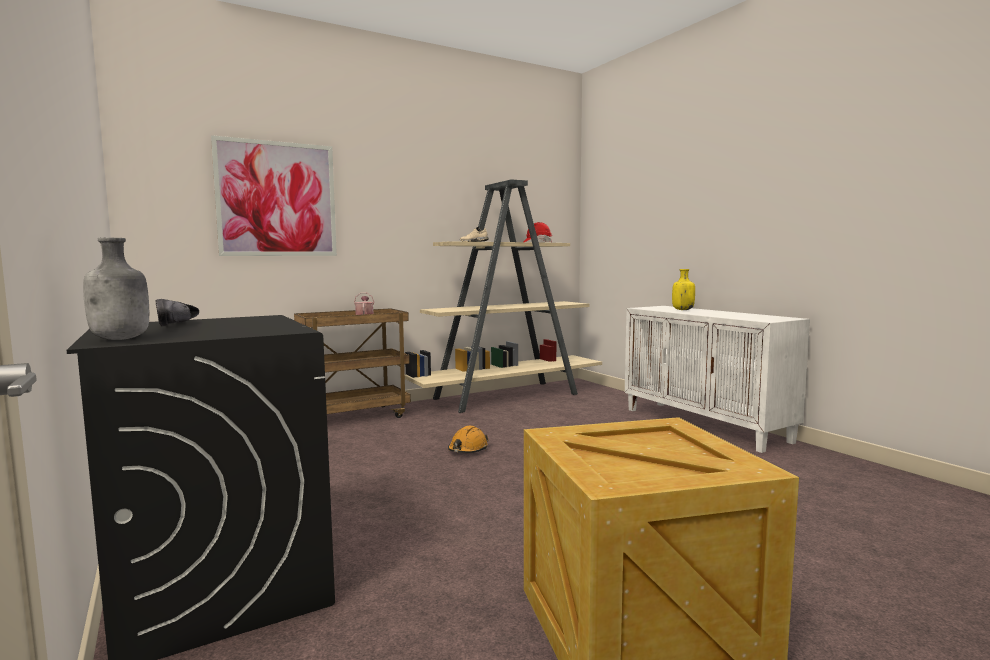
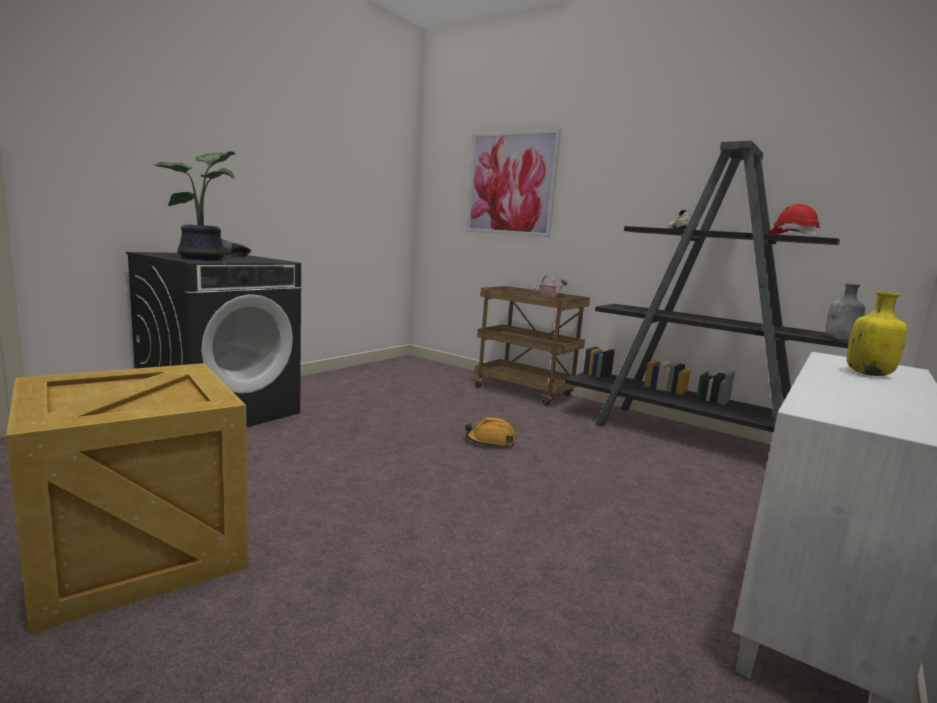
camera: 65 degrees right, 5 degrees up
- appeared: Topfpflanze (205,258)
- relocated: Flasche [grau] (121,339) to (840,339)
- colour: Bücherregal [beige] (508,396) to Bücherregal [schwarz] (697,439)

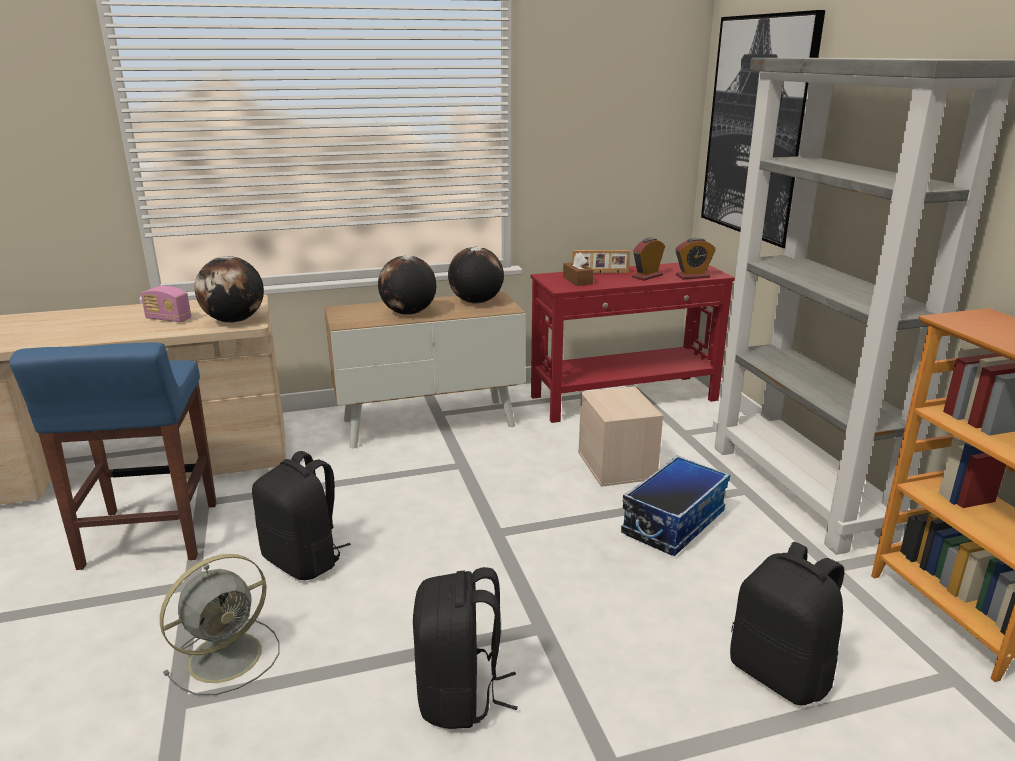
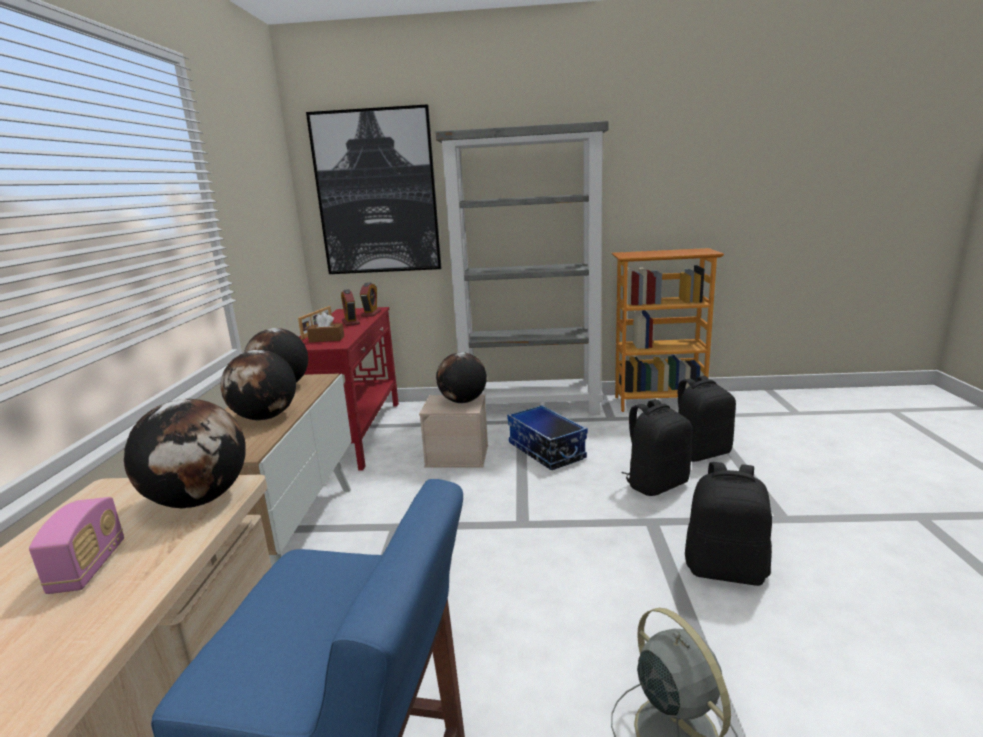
camera: 70 degrees left, 5 degrees down
- appeared: Globus (462,401)
- relocated: Rucksack [schwarz] (304,560) to (656,484)
- spun: Radio (168,319) = (89,567) 45 degrees counterclockwise

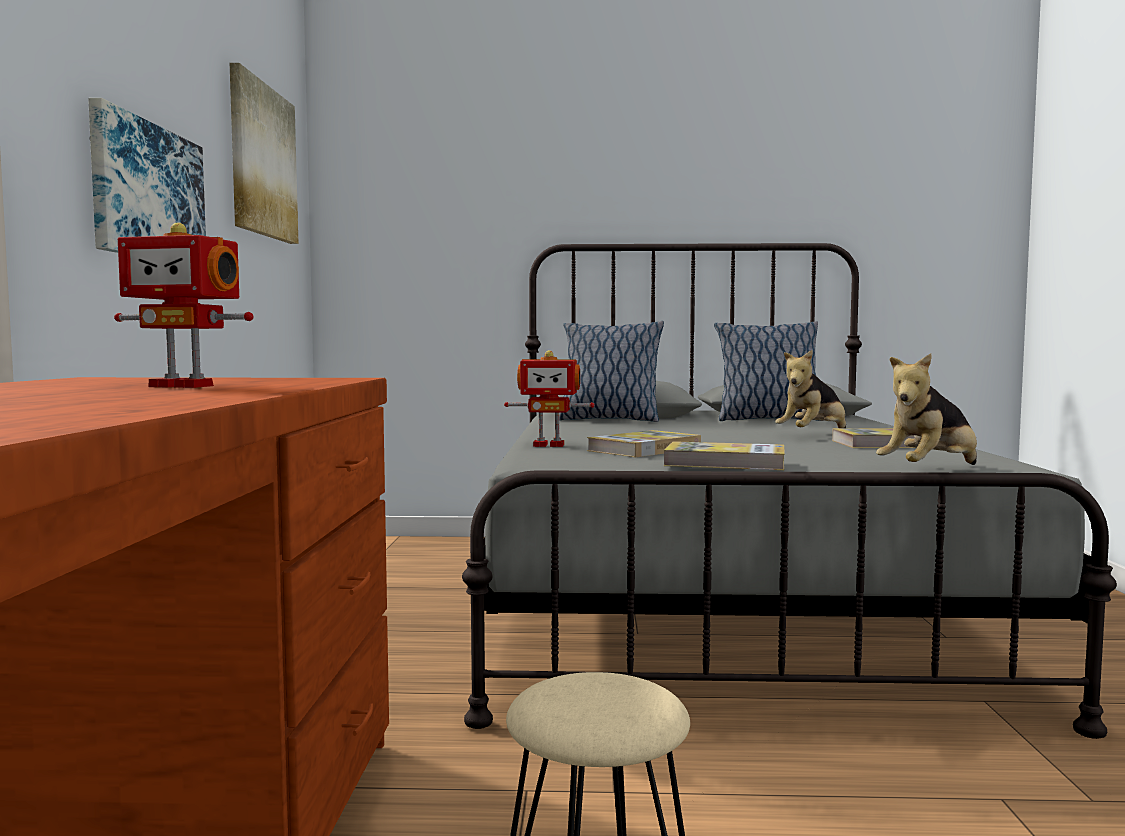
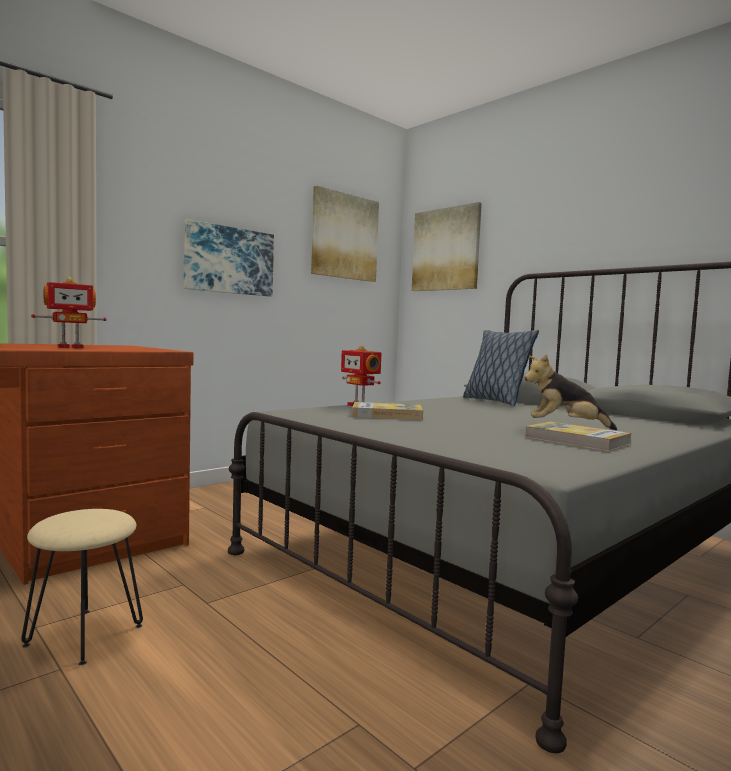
camera: 45 degrees right, 0 degrees up
- missing: Buch (725,462)
- missing: Kissen (767,420)
- missing: Plüschtier (930,471)
- appeared: Bild (446,249)
- spun: Spielzeugroboter (184,386) = (70,347) 90 degrees counterclockwise

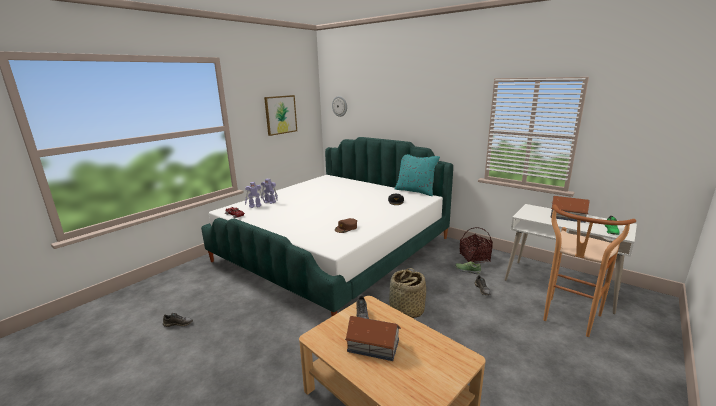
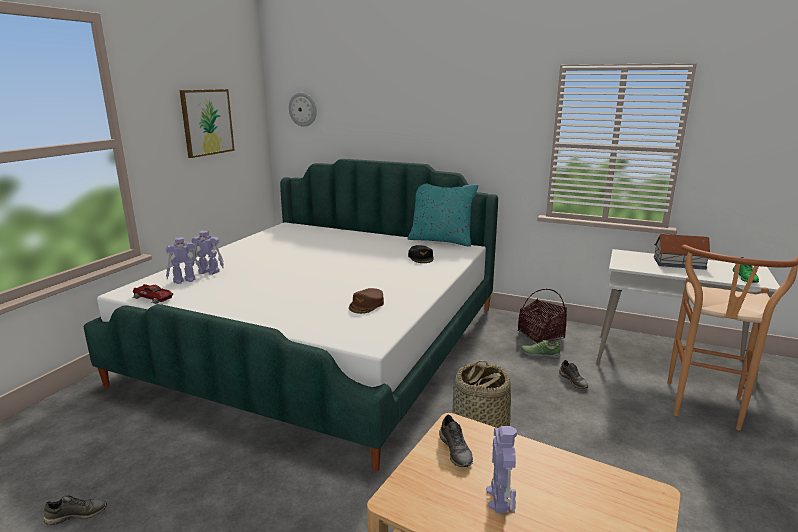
camera: 15 degrees left, 0 degrees up
- exchanged: Spielzeughaus (373,345) to Spielzeugroboter (500,497)

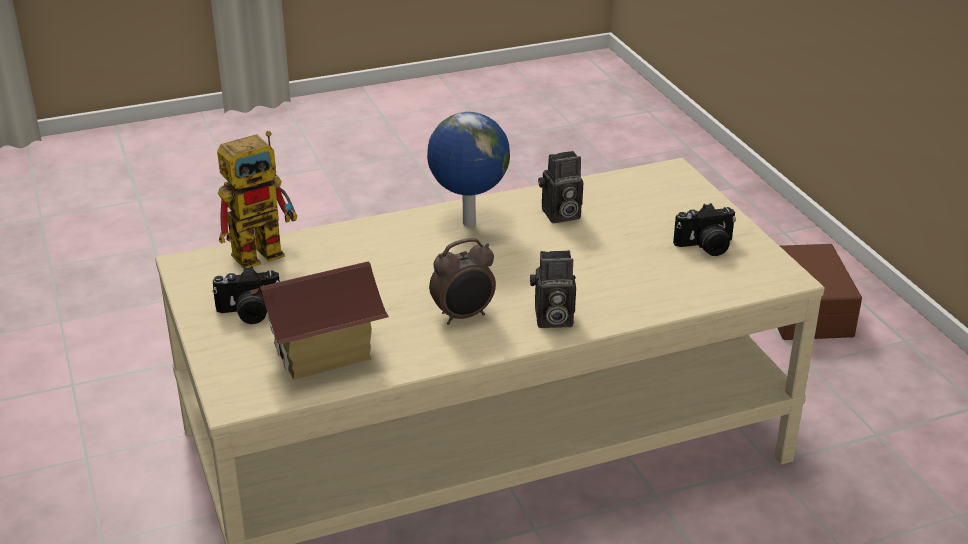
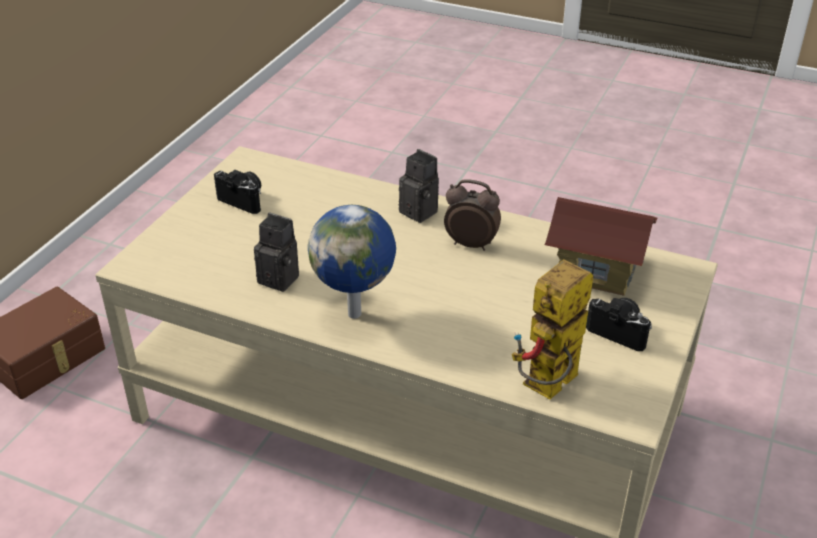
camera: 135 degrees left, 5 degrees up
- spun: Spielzeugroboter (266,250) = (548,389) 60 degrees counterclockwise

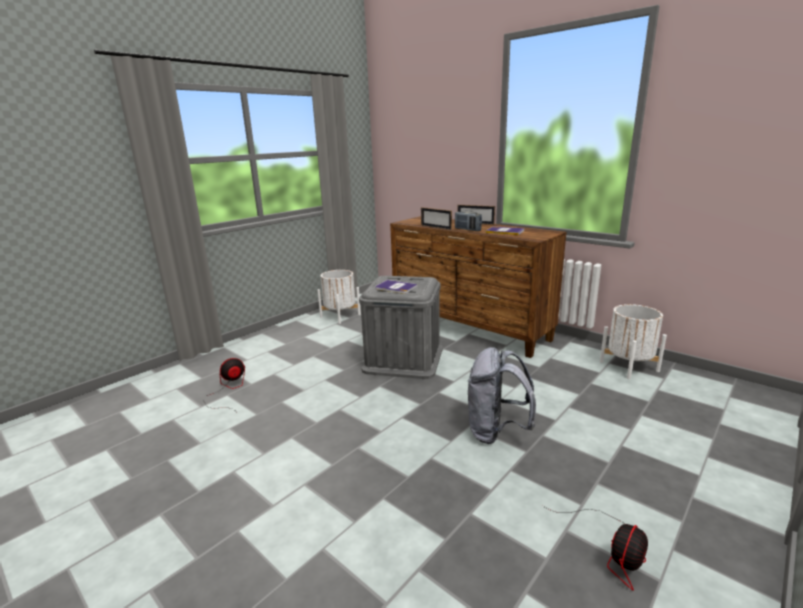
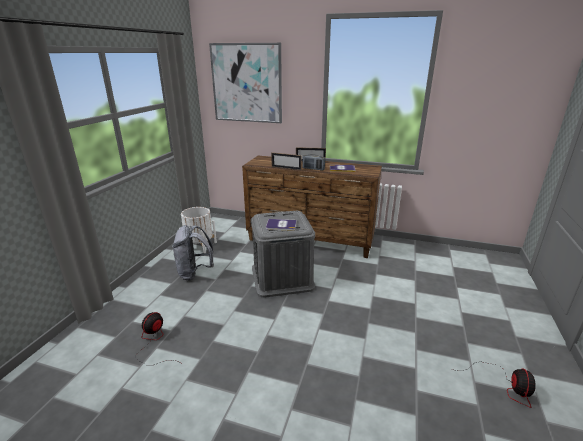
camera: 25 degrees left, 5 degrees up
- missing: Pflanzkübel [weiß] (629,366)
- appeared: Bild (247,83)
- relocated: Rucksack [grau] (496,432) to (194,273)

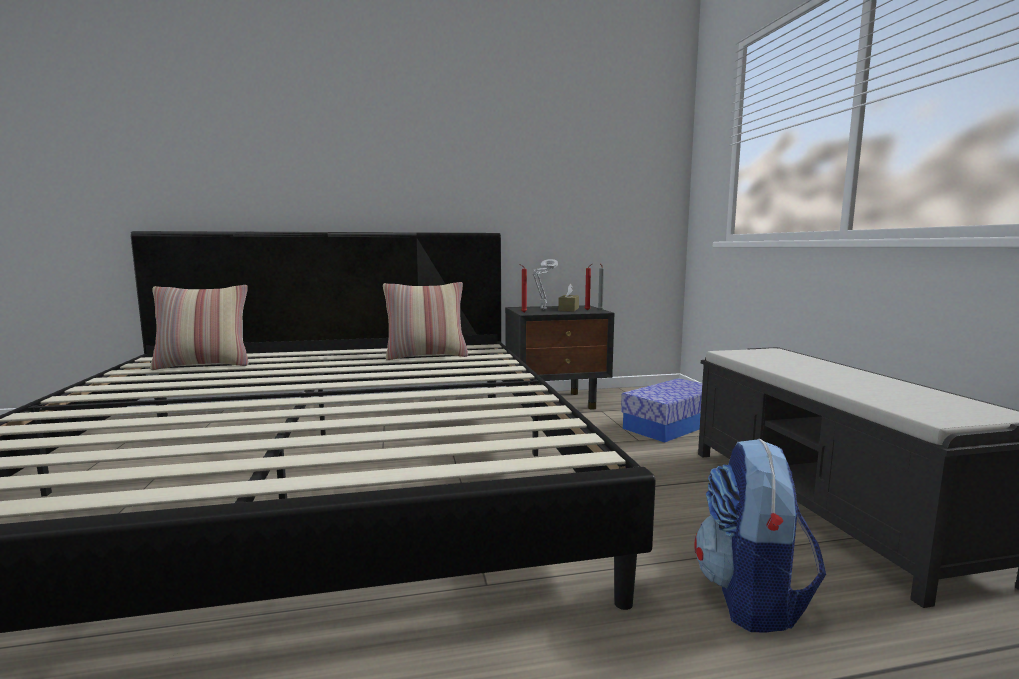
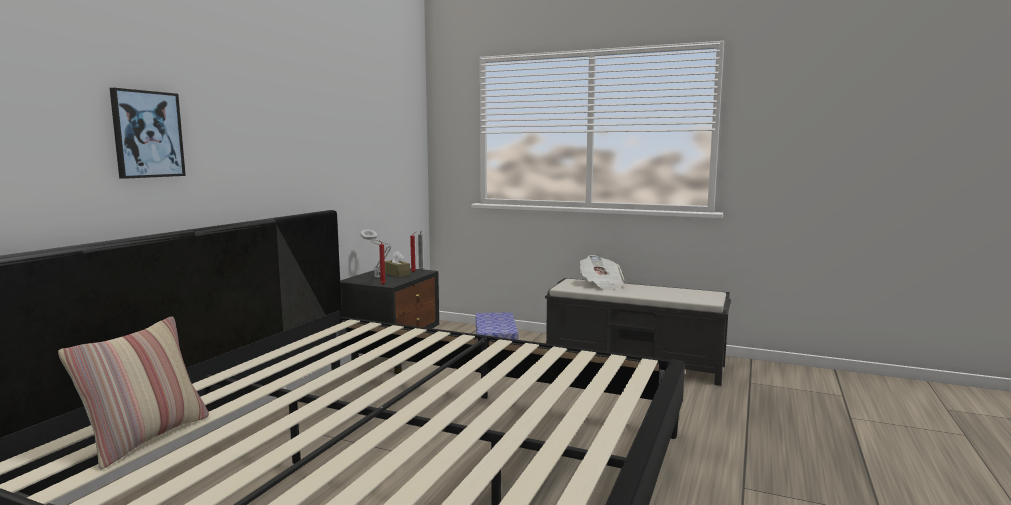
camera: 55 degrees left, 0 degrees up
- missing: Kissen (426,356)
- missing: Rucksack (751,598)
- appeared: Bild (147,134)
- appeared: Zeitung (601,285)

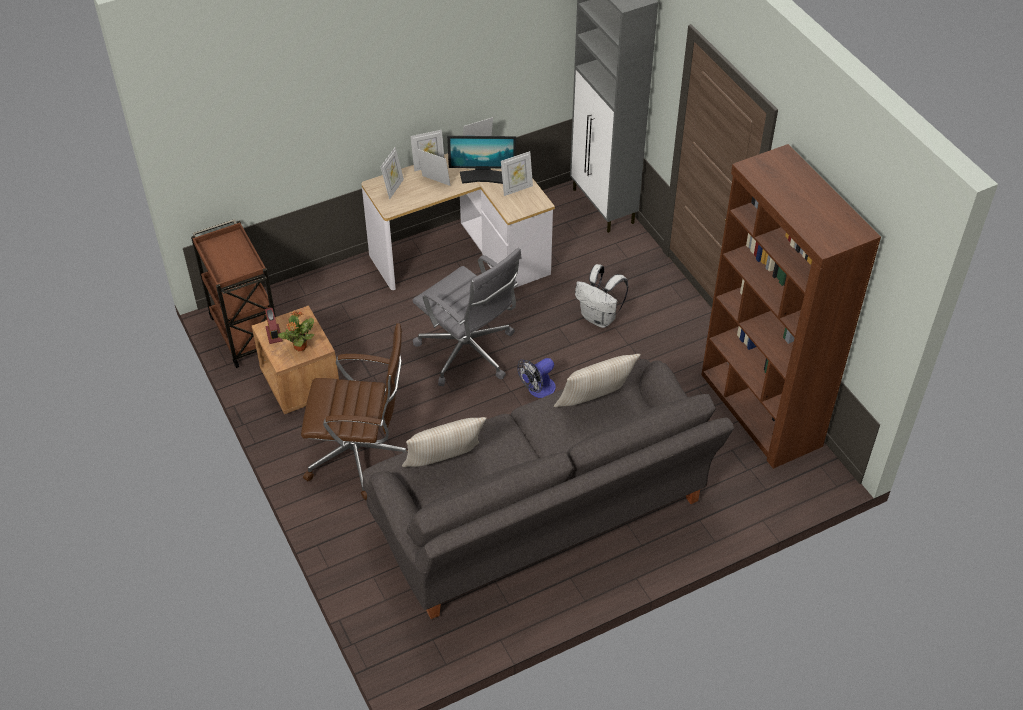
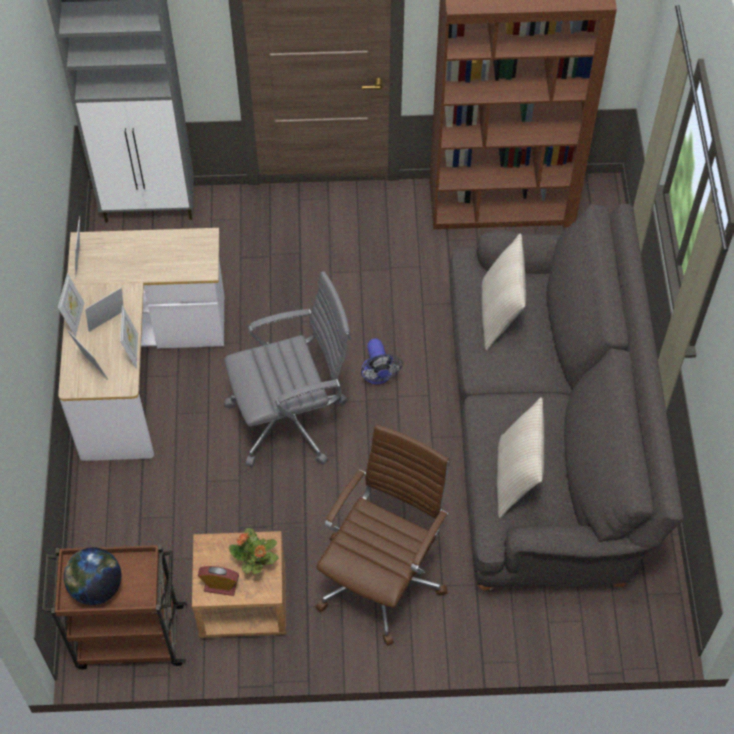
camera: 65 degrees left, 10 degrees up
- missing: Monitor (482,176)
- missing: Rucksack [weiß] (599,318)
- appeared: Globus (96,587)
- relocated: Bilderrahmen (516,189) to (132,351)

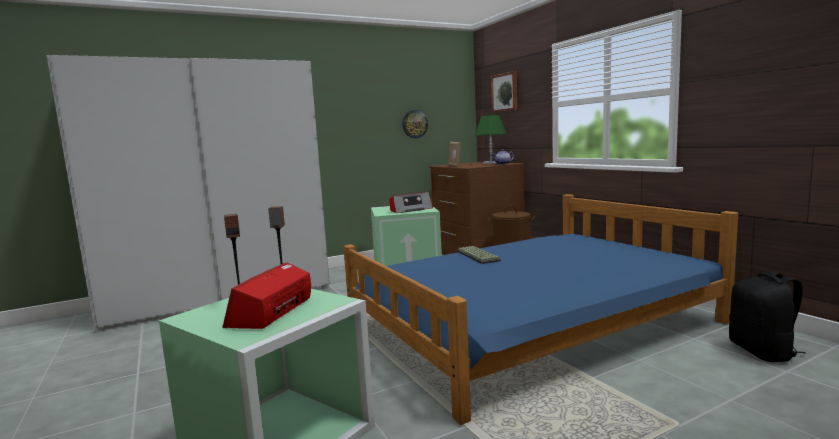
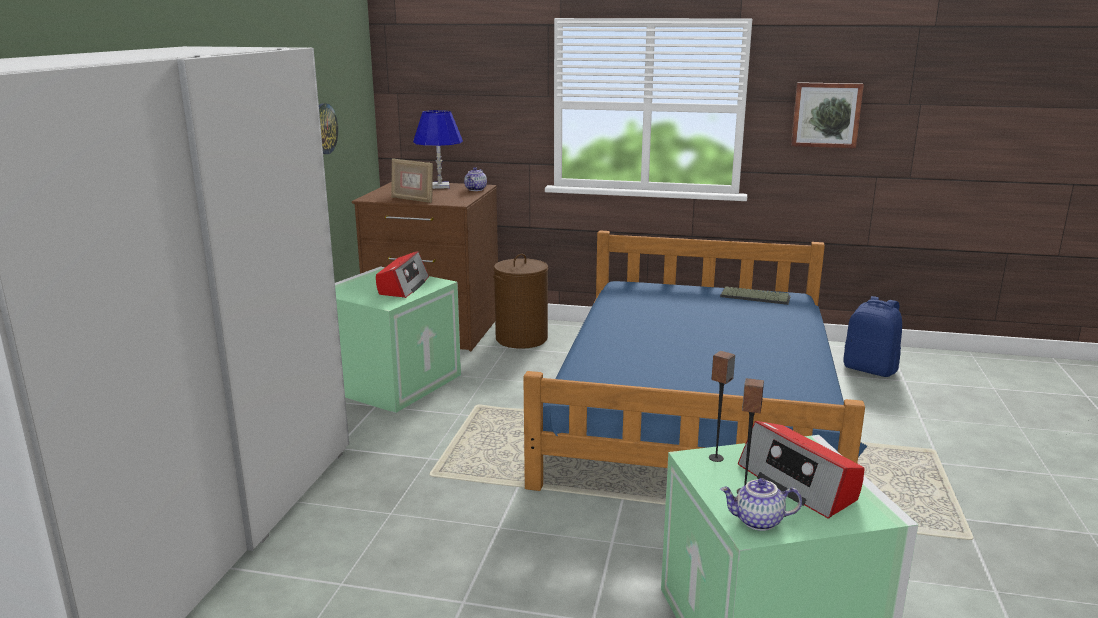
camera: 50 degrees left, 10 degrees up
- appeared: Teekanne (758,522)
- relocated: Tastatur (478,256) to (756,297)
- relocated: Bild (505,92) to (826,115)
- colour: Tischlampe [grün] (491,163) to Tischlampe [blau] (439,186)
- colour: Rucksack [schwarz] (763,352) to Rucksack [blau] (870,369)

